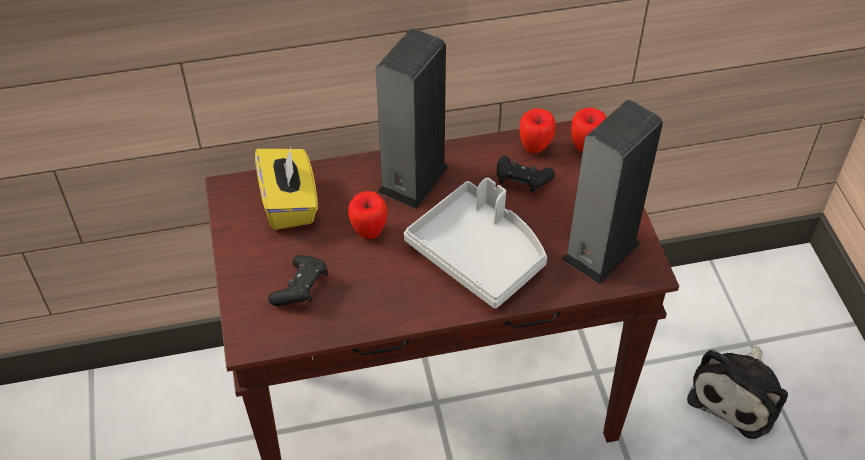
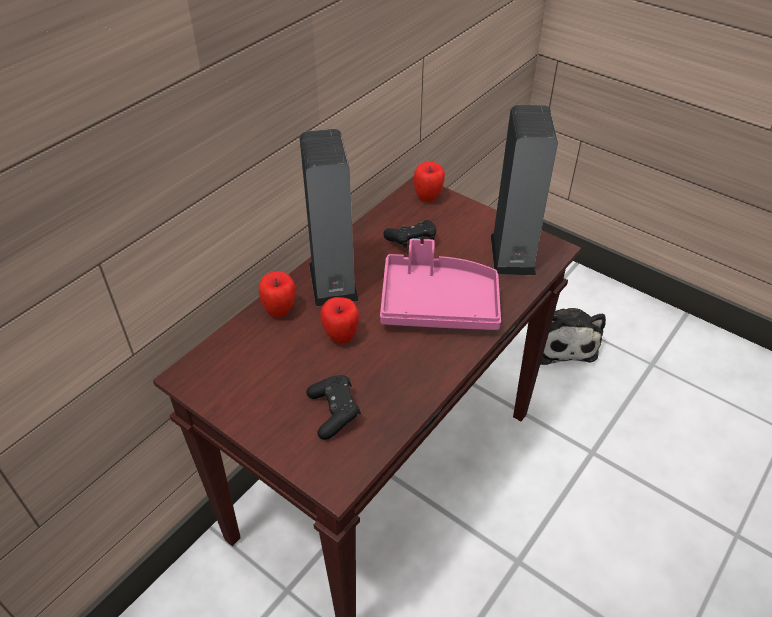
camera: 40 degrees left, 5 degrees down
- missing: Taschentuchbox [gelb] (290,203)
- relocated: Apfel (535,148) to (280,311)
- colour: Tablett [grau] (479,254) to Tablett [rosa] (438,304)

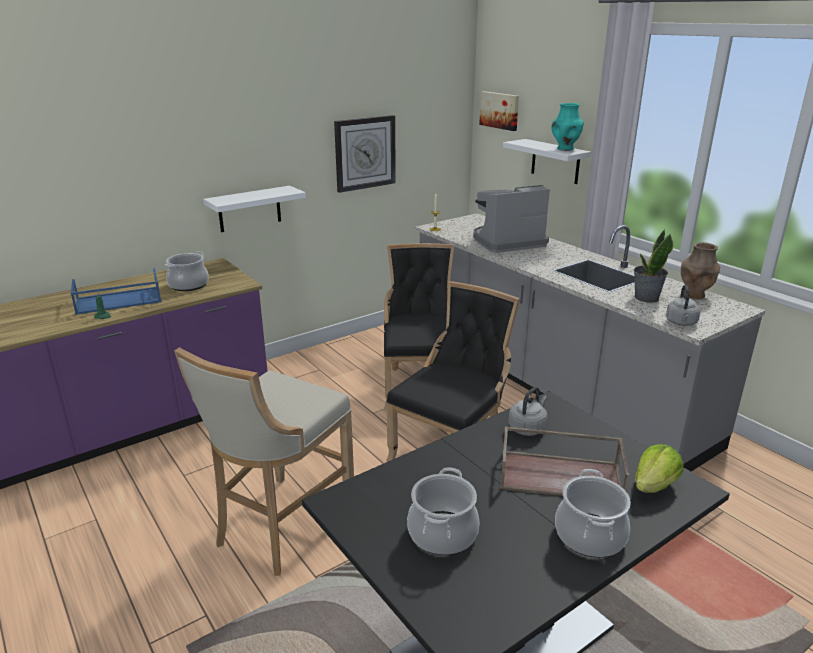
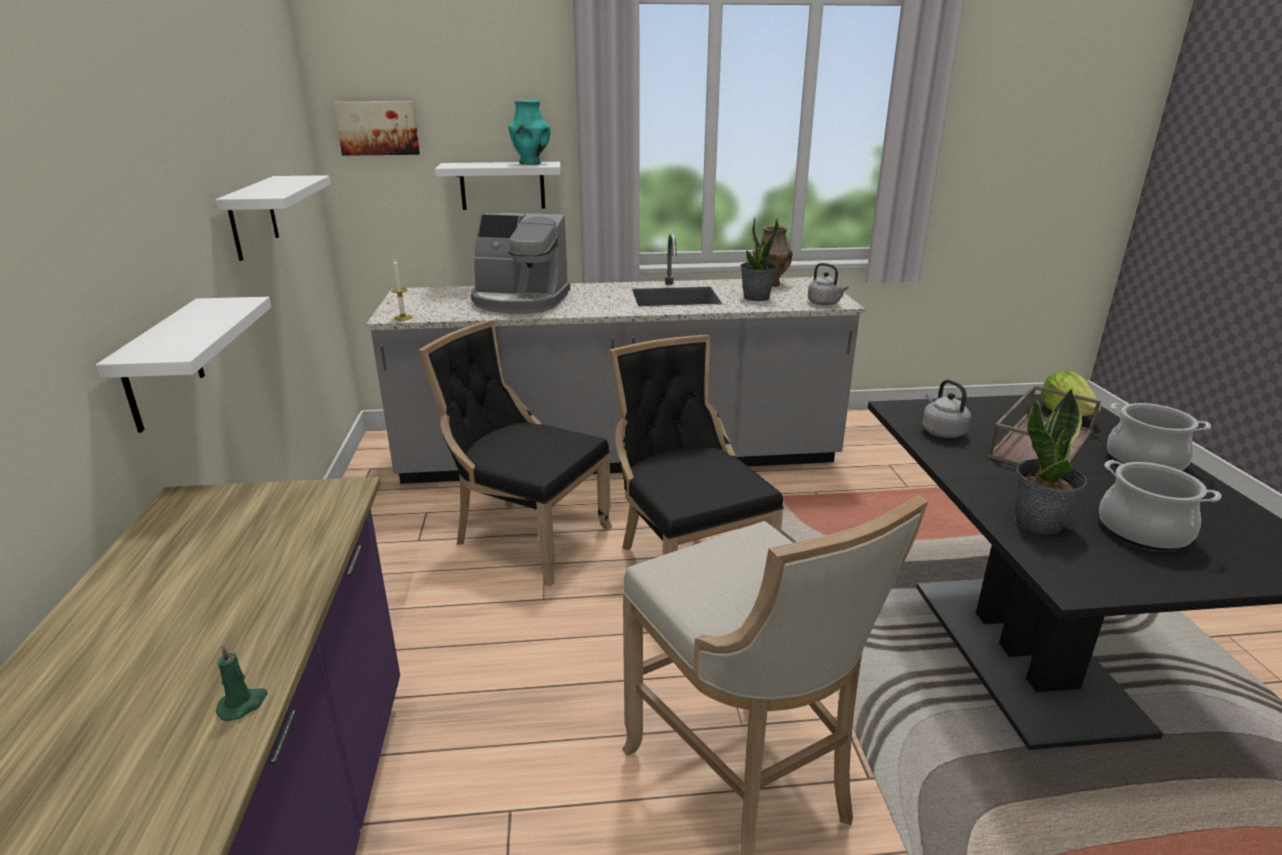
camera: 60 degrees left, 0 degrees up
- missing: Tablett [blau] (118,301)
- missing: Kochtopf (188,285)
- appeared: Topfpflanze (1038,522)
- exchanged: Wanduhr (365,153) to Wandregal [weiß] (253,217)
- spun: Kaffeemaschine (507,242) = (520,301) 90 degrees counterclockwise

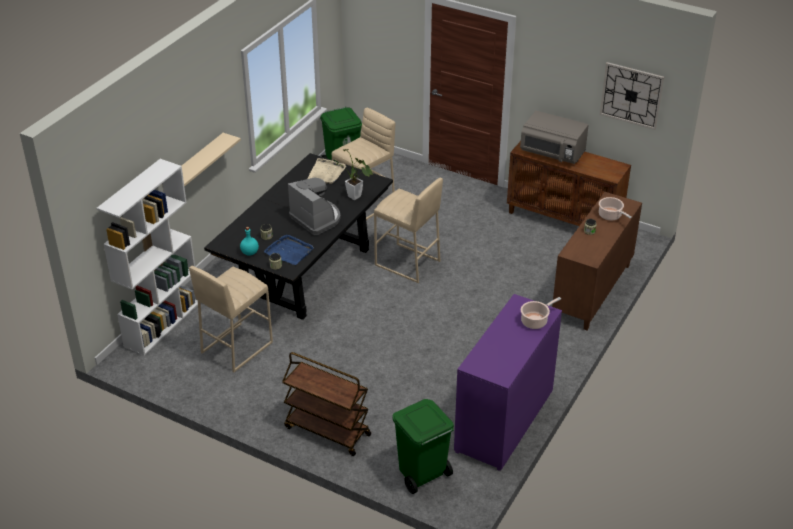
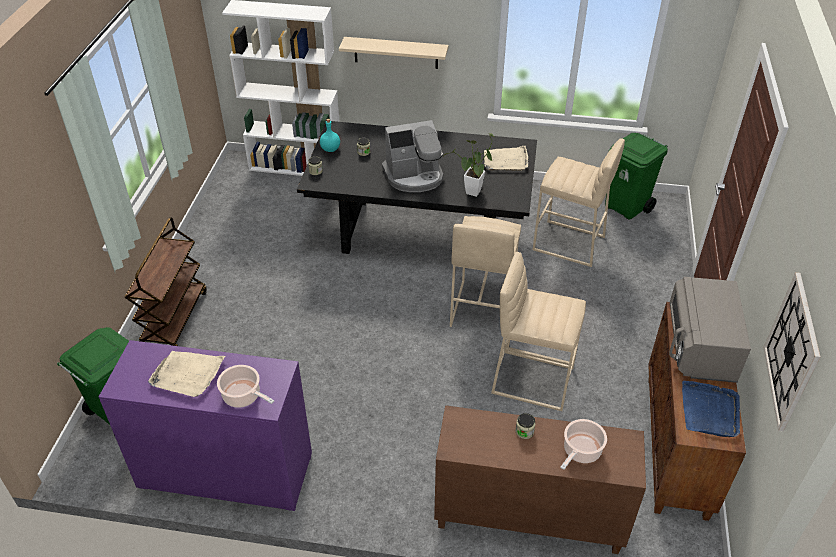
camera: 70 degrees right, 5 degrees up
- appeared: Tablett [beige] (187,374)
- relocated: Hocker [beige] (236,347) to (532,379)
- relocated: Tablett [blau] (289,251) to (710,411)
- spun: Kaffeemaschine (316,218) = (414,176) 45 degrees clockwise

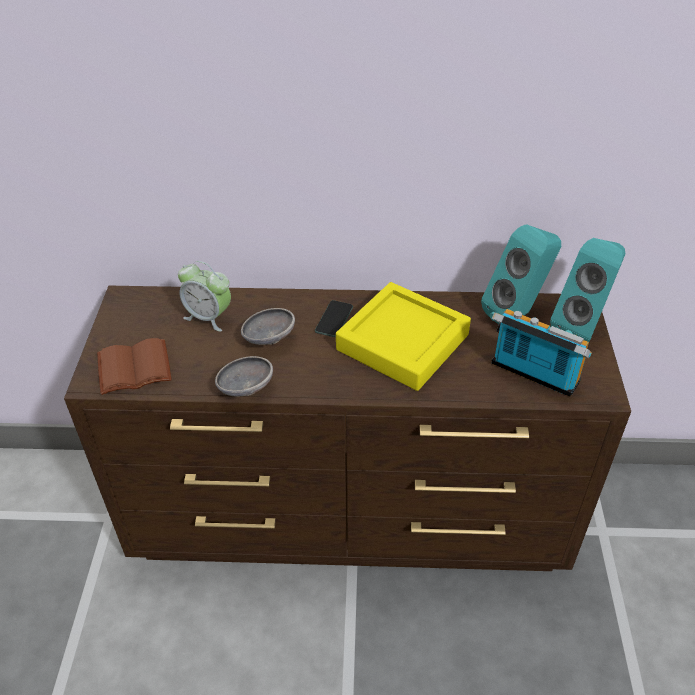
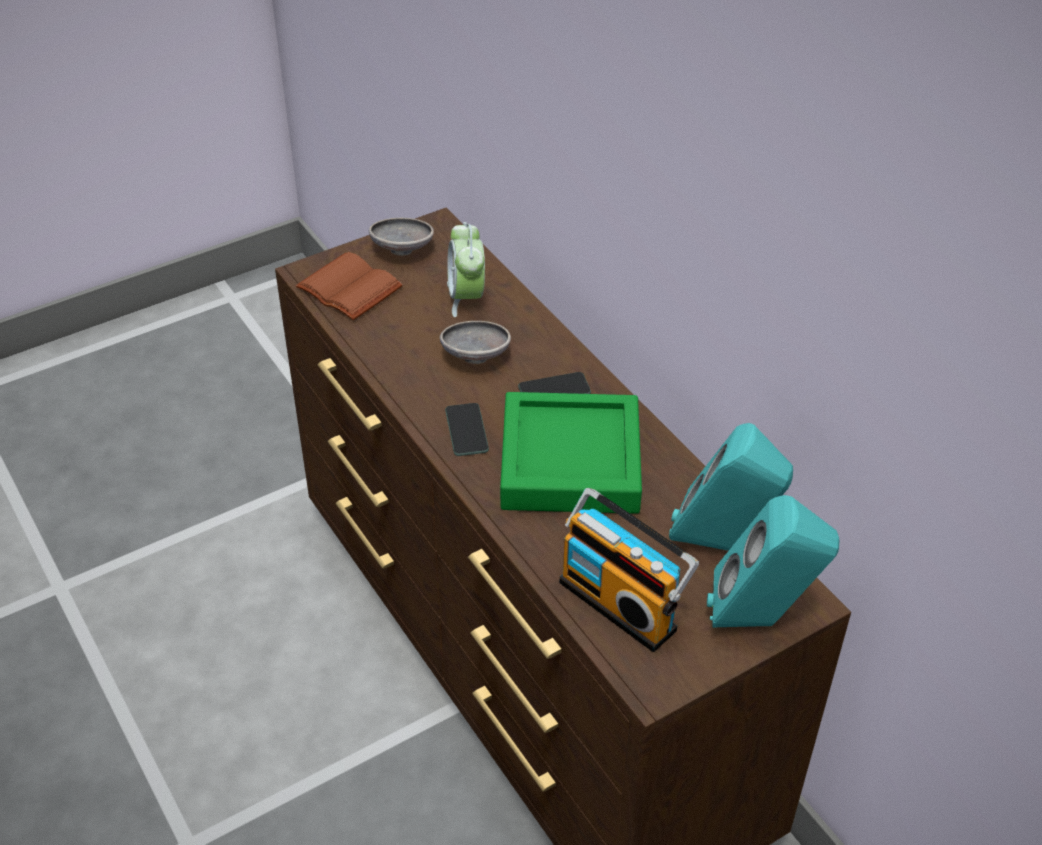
camera: 55 degrees right, 0 degrees up
- appeared: Handy (466,430)
- relocated: Schüssel [grau] (245,388) to (403,249)
- colour: Tablett [gelb] (402,342) to Tablett [grün] (570,463)
- spun: Radio (532,375) = (621,603) 135 degrees clockwise

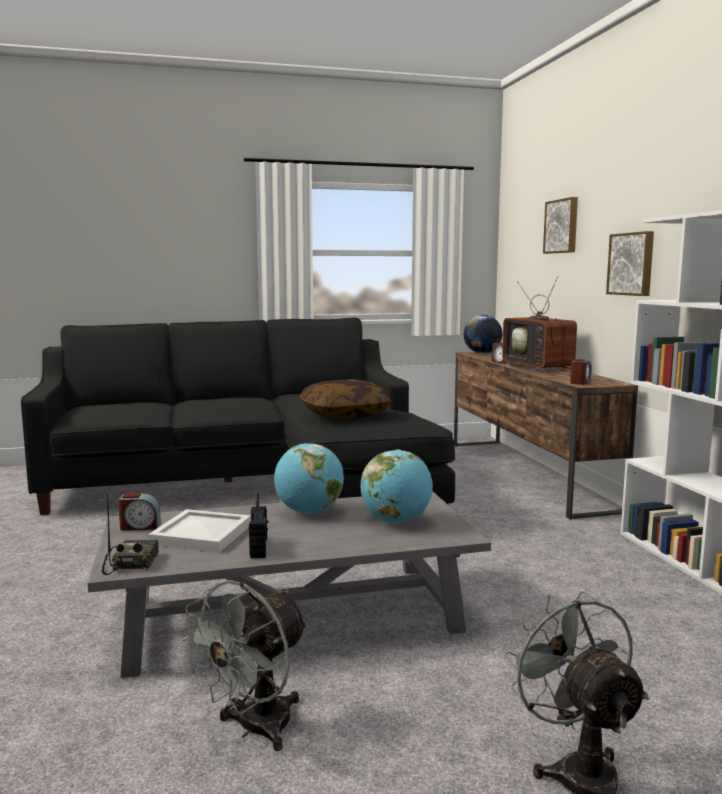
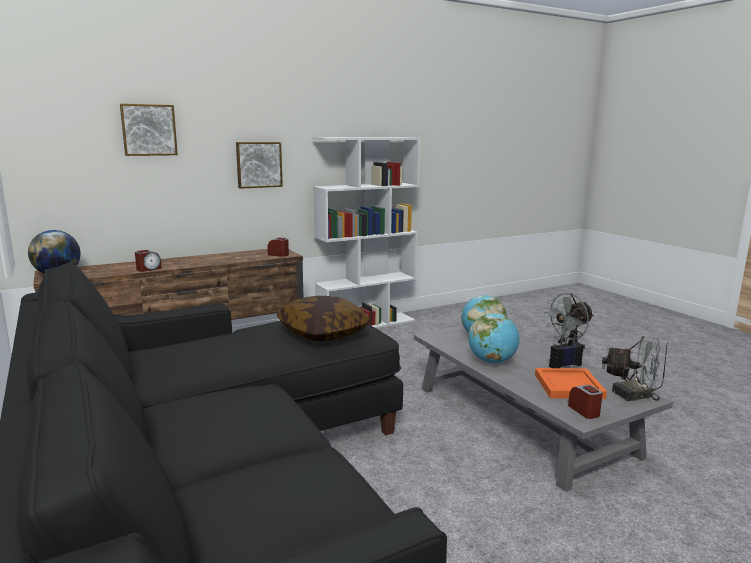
camera: 105 degrees left, 5 degrees up
- missing: Fernseher (541,367)
- colour: Tablett [weiß] (200,535) to Tablett [orange] (569,386)

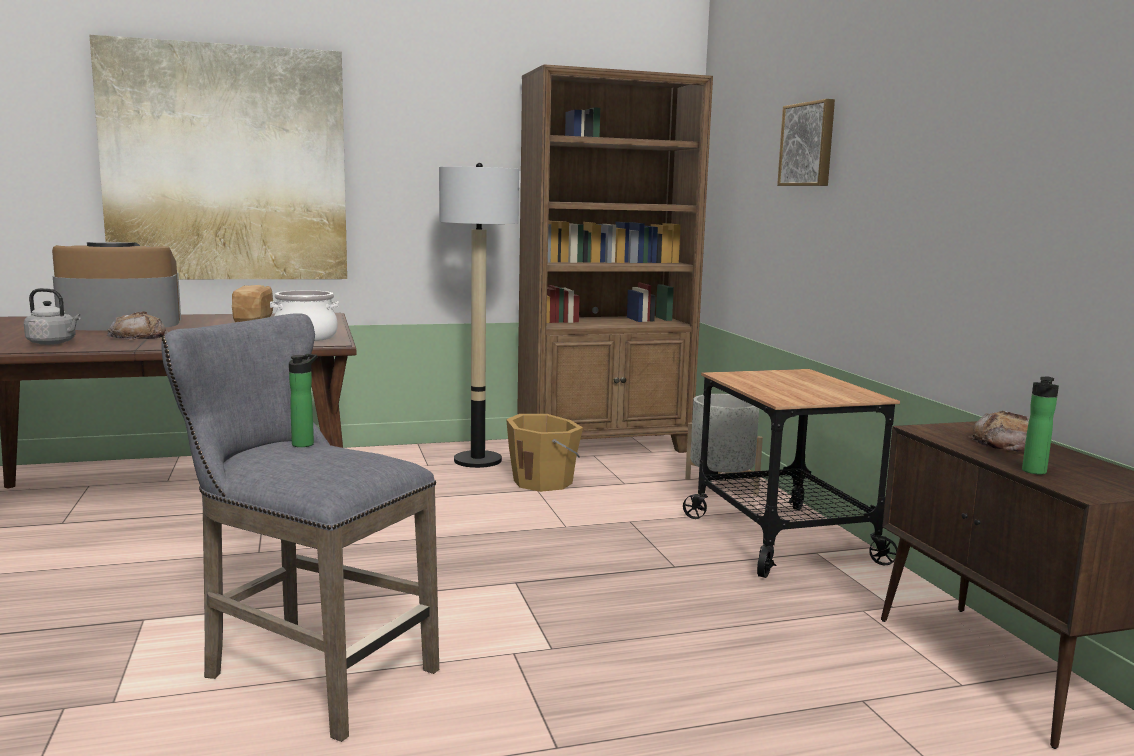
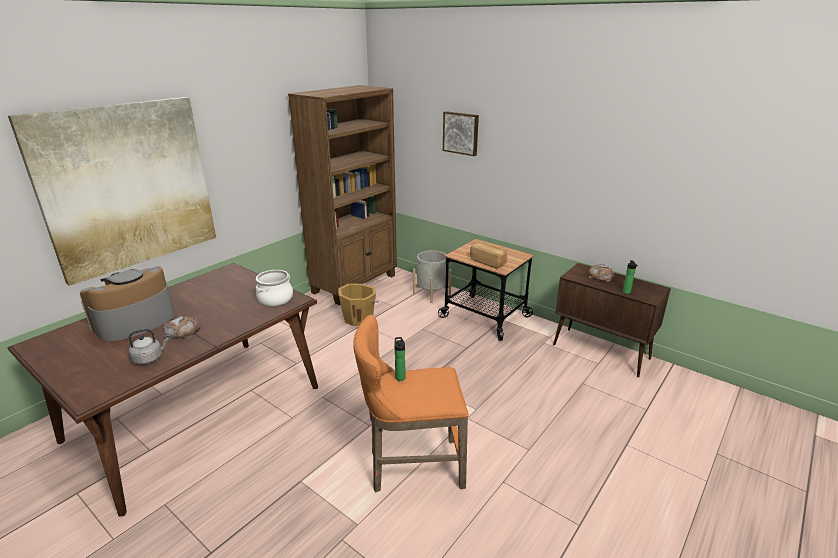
camera: 35 degrees left, 15 degrees up
- missing: Stehlampe (478,460)
- relocated: Brot (255,318) to (488,262)
- colour: Hocker [grau] (308,672) to Hocker [orange] (410,467)

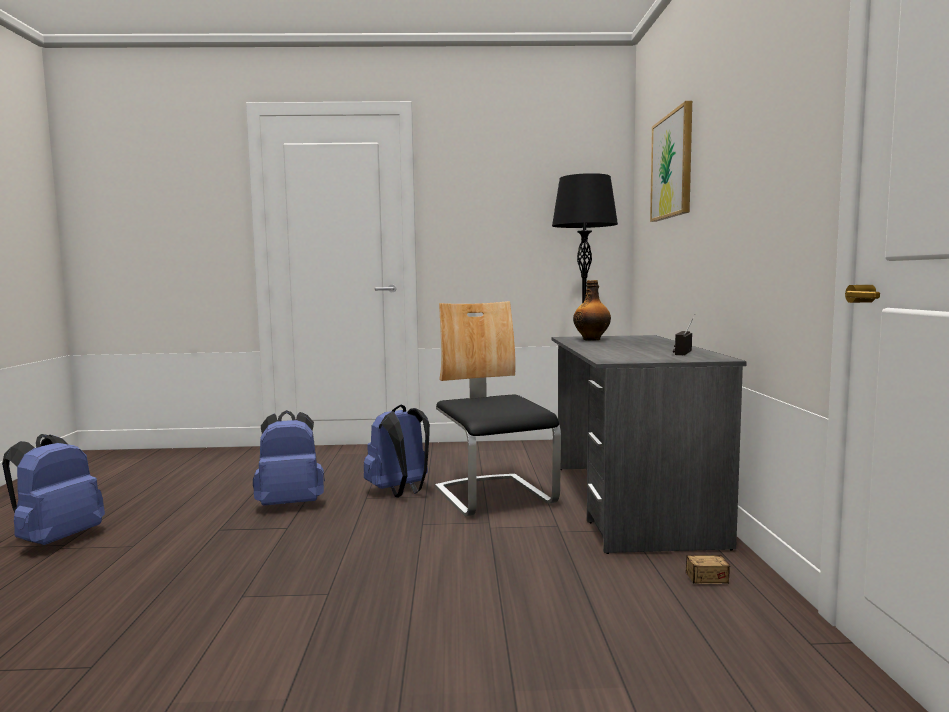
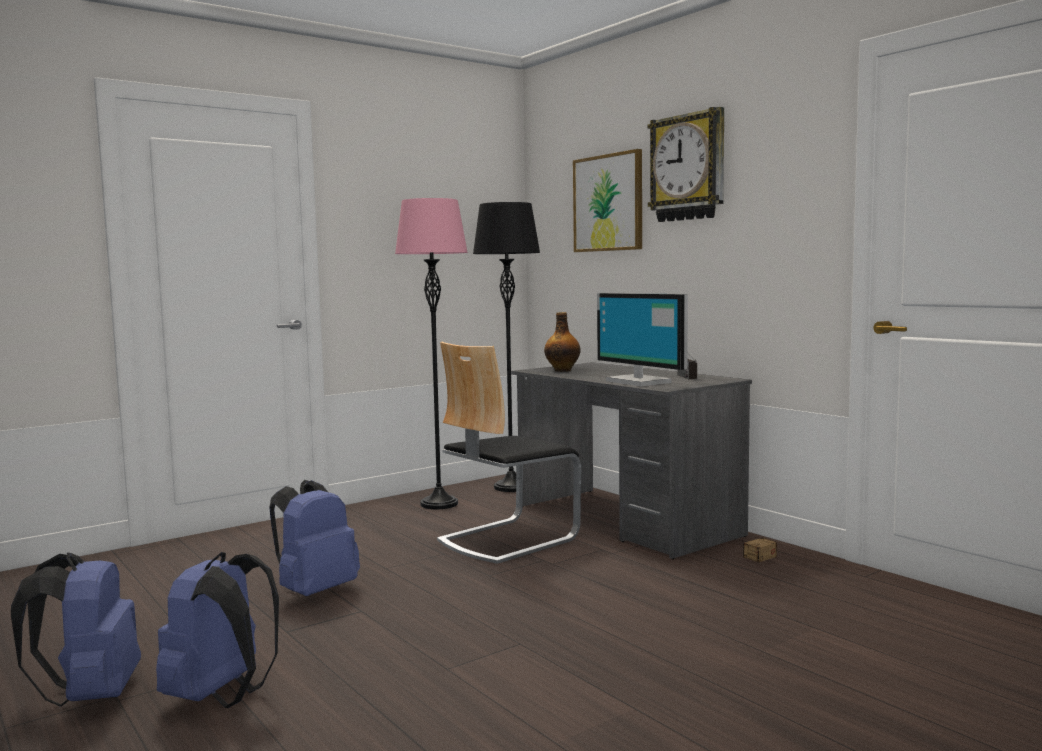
camera: 35 degrees left, 0 degrees up
- appeared: Stehlampe [rosa] (439,504)
- appeared: Monitor (640,381)
- appeared: Wanduhr (688,167)
- relocated: Rucksack [blau] (400,492) to (222,696)
- spun: Stuhl (494,496) = (507,539) 75 degrees counterclockwise

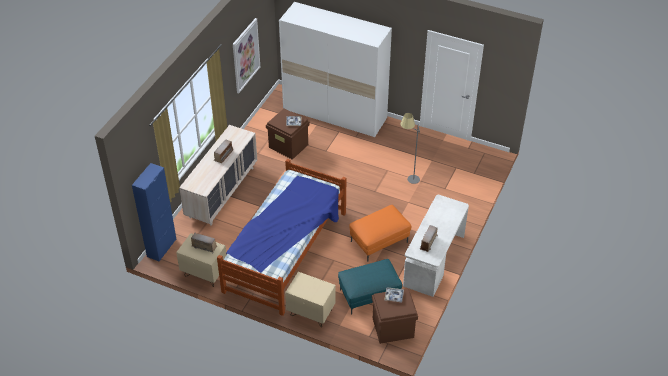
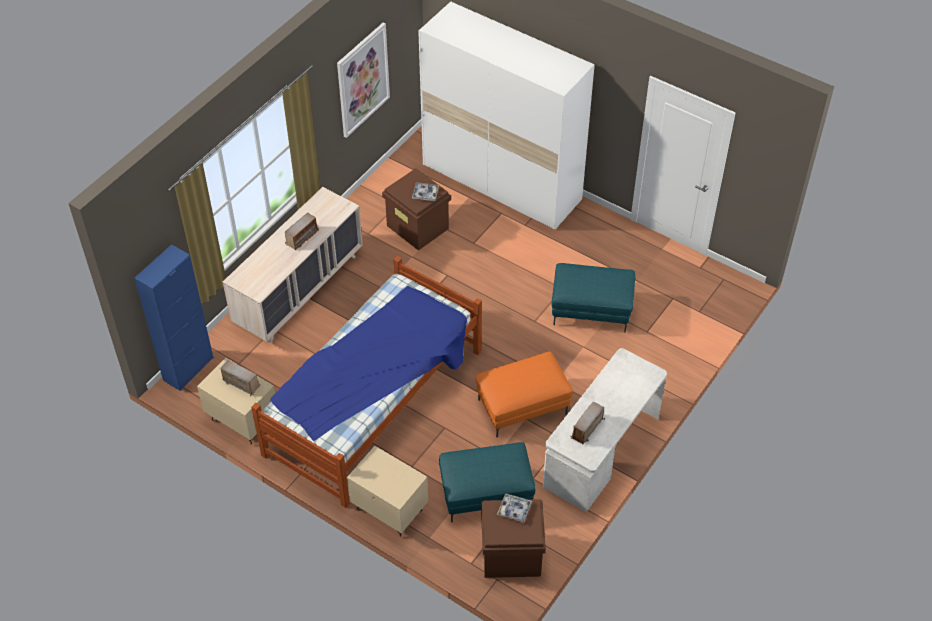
camera: 10 degrees right, 5 degrees up
- exchanged: Stehlampe [grau] (408,180) to Polsterhocker [türkis] (591,310)

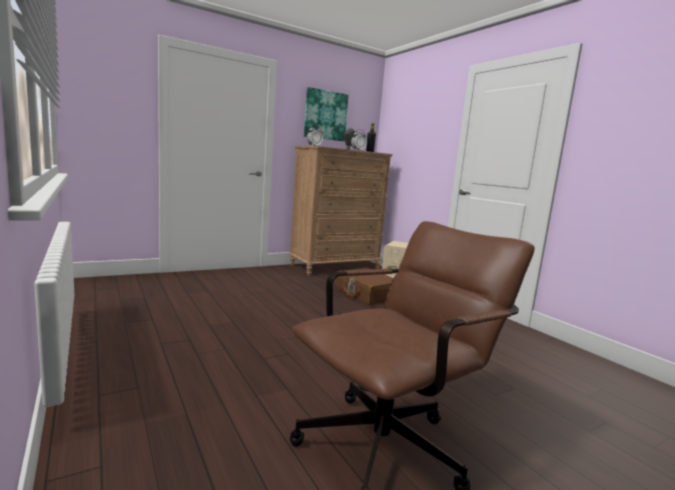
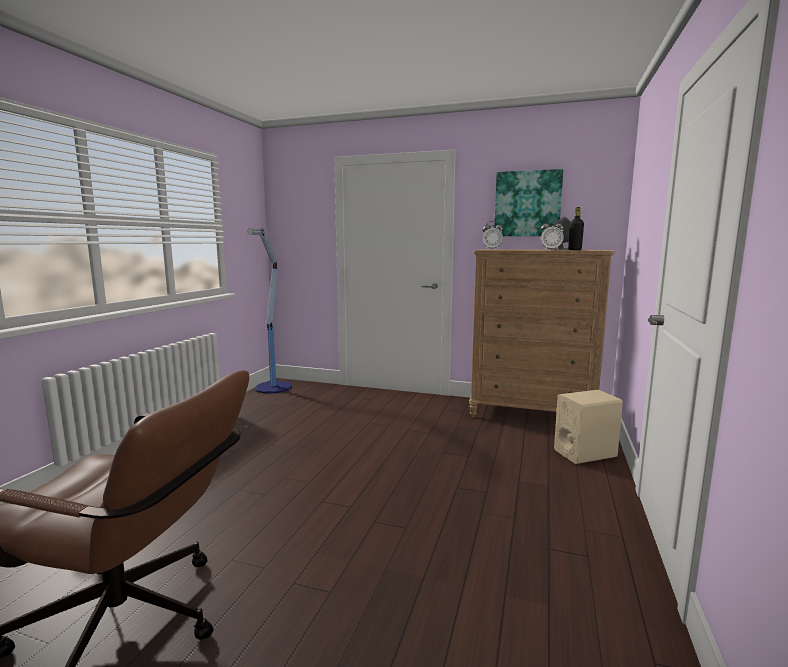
camera: 50 degrees right, 0 degrees up
- missing: Koffer [braun] (366,294)
- appeared: Stehlampe (273,388)

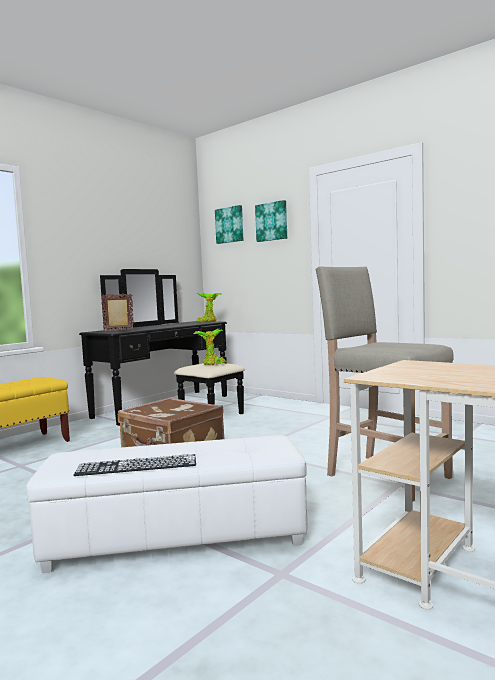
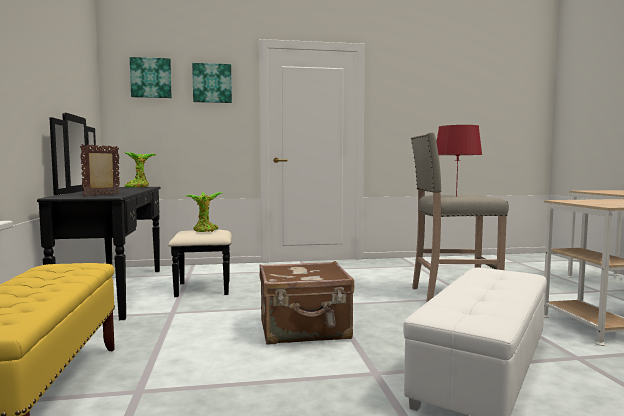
camera: 50 degrees left, 0 degrees up
- missing: Tastatur (137,465)
- appeared: Tischlampe [rot] (456,196)

